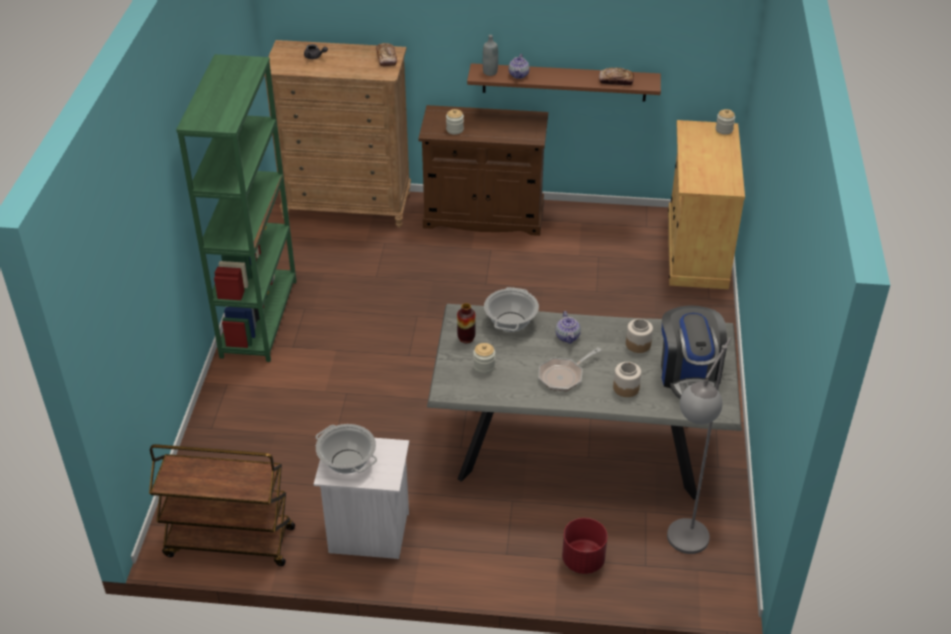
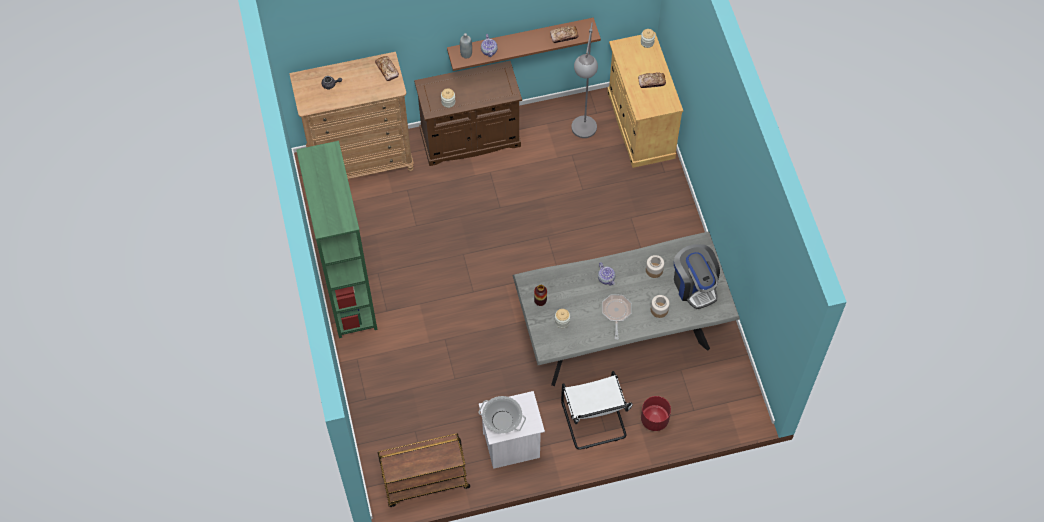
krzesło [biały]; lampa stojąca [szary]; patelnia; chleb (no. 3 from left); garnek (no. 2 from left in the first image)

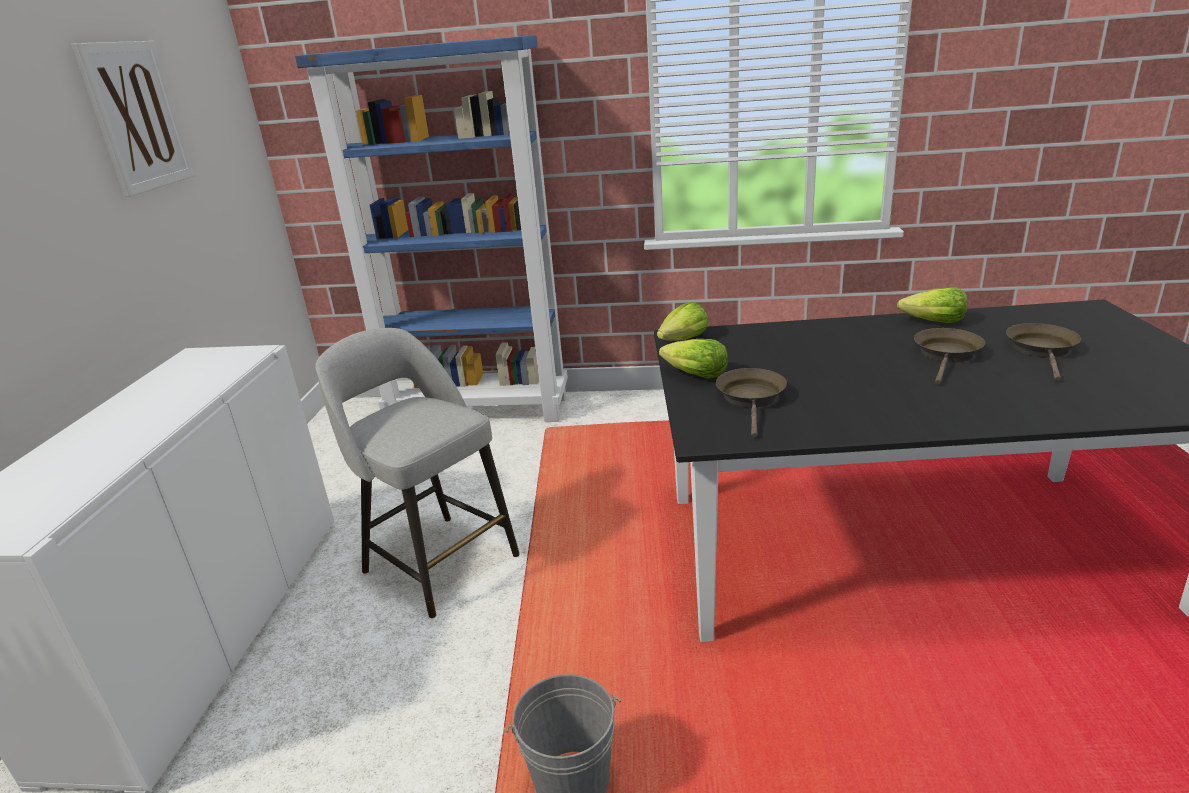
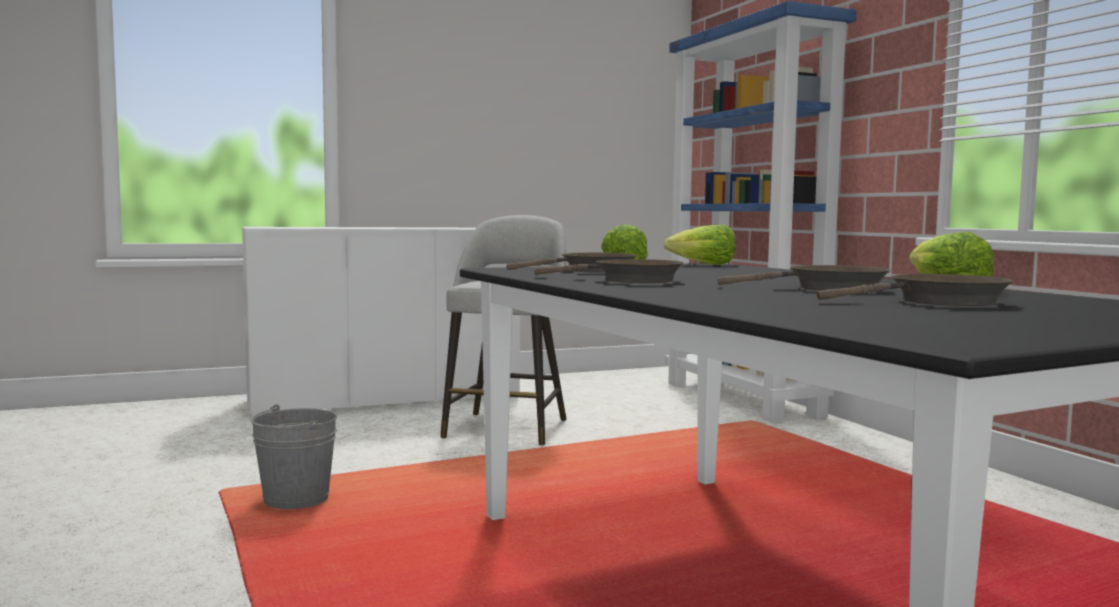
patelnia [brązowy] (no. 2 from left); obraz

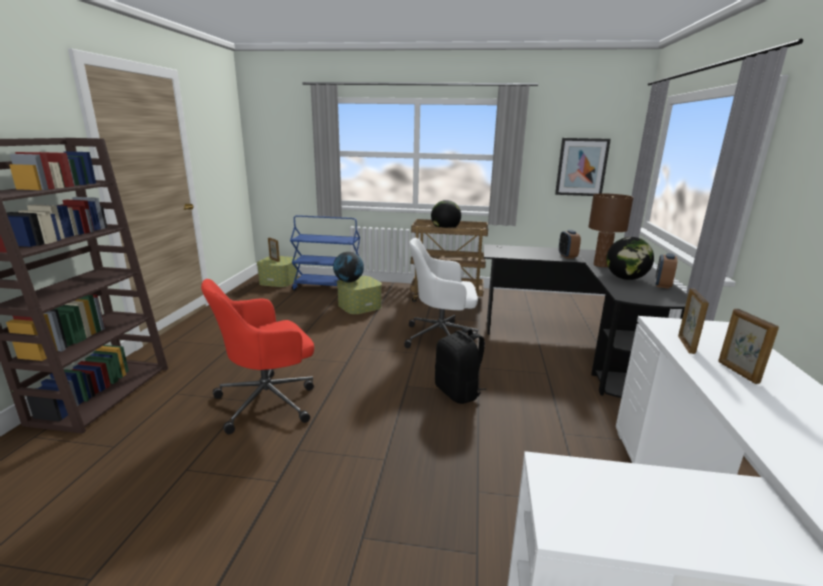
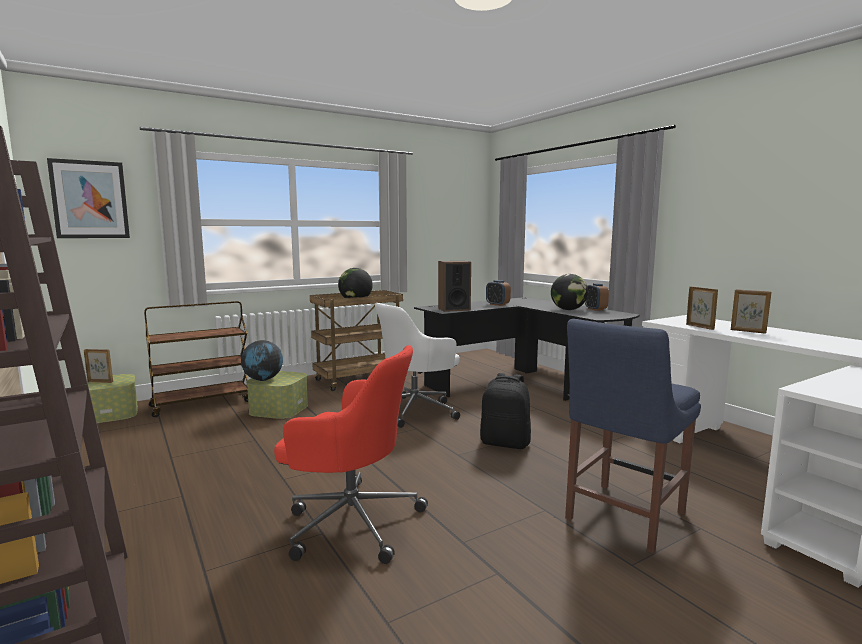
obraz; wózek [brązowy] (no. 1 from left); krzesło biurowe [czerwony]; głośnik; krzesło [niebieski]; lampa stołowa [brązowy]

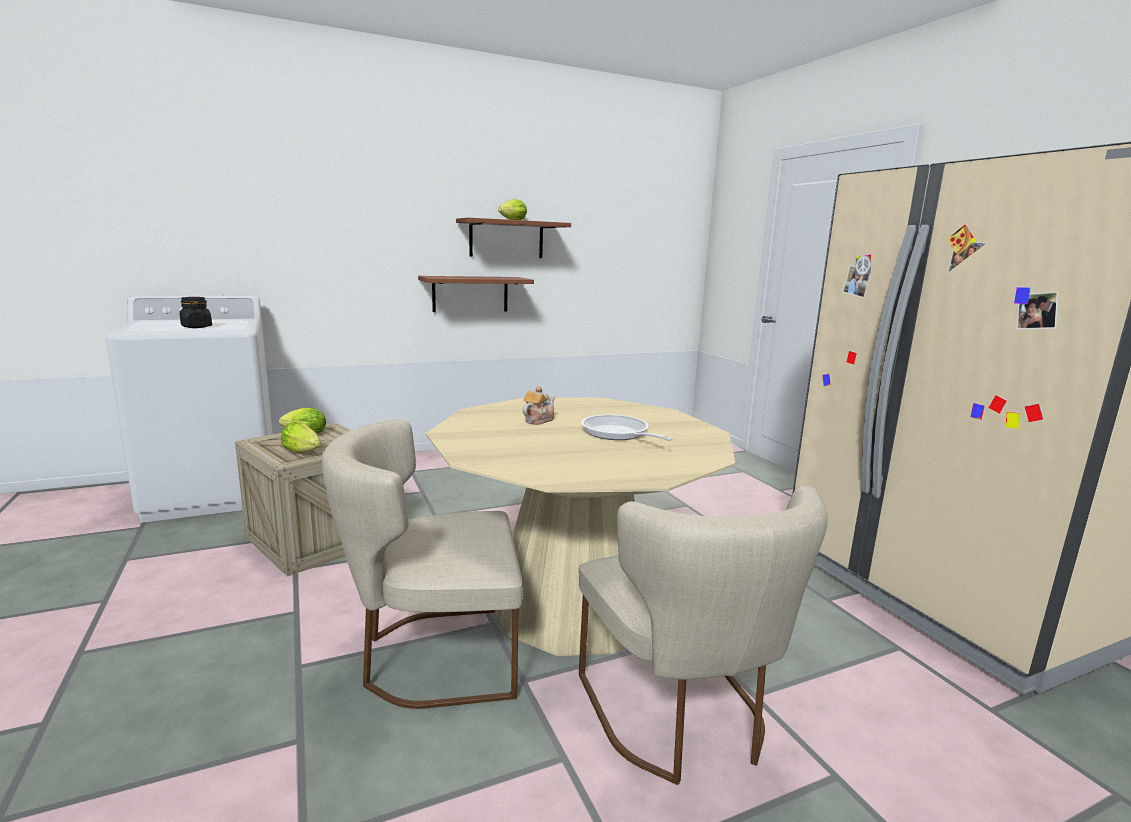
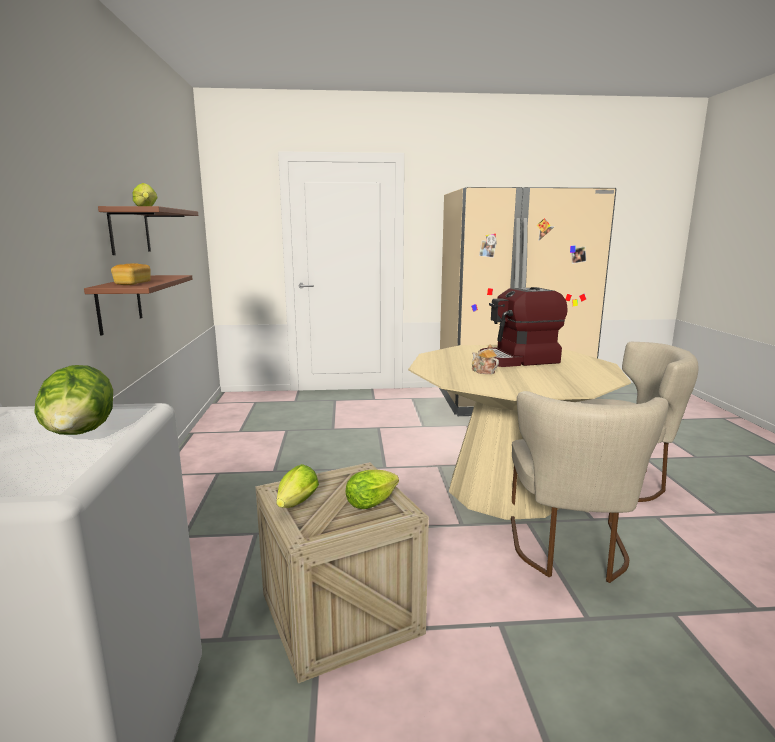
sałata (no. 1 from left); chleb; ekspres do kawy

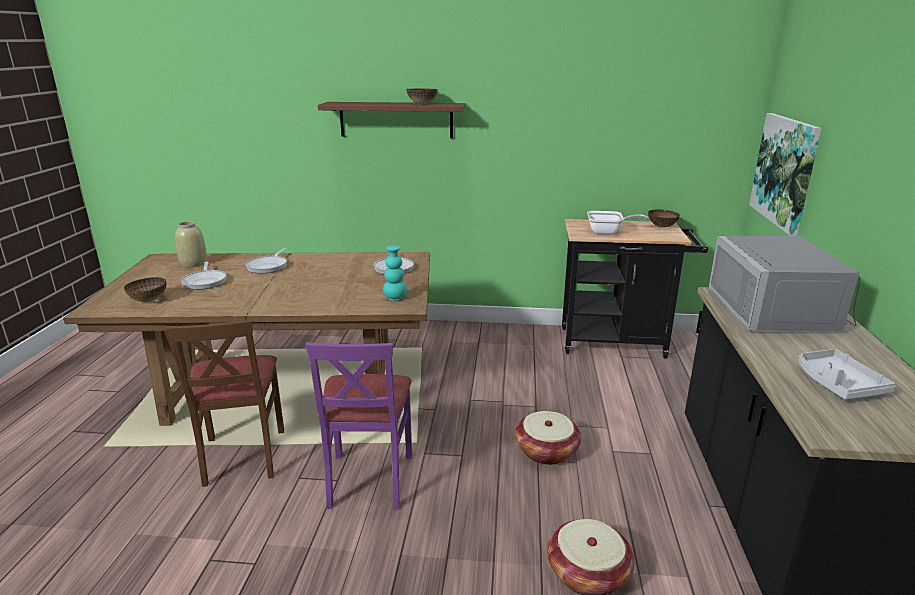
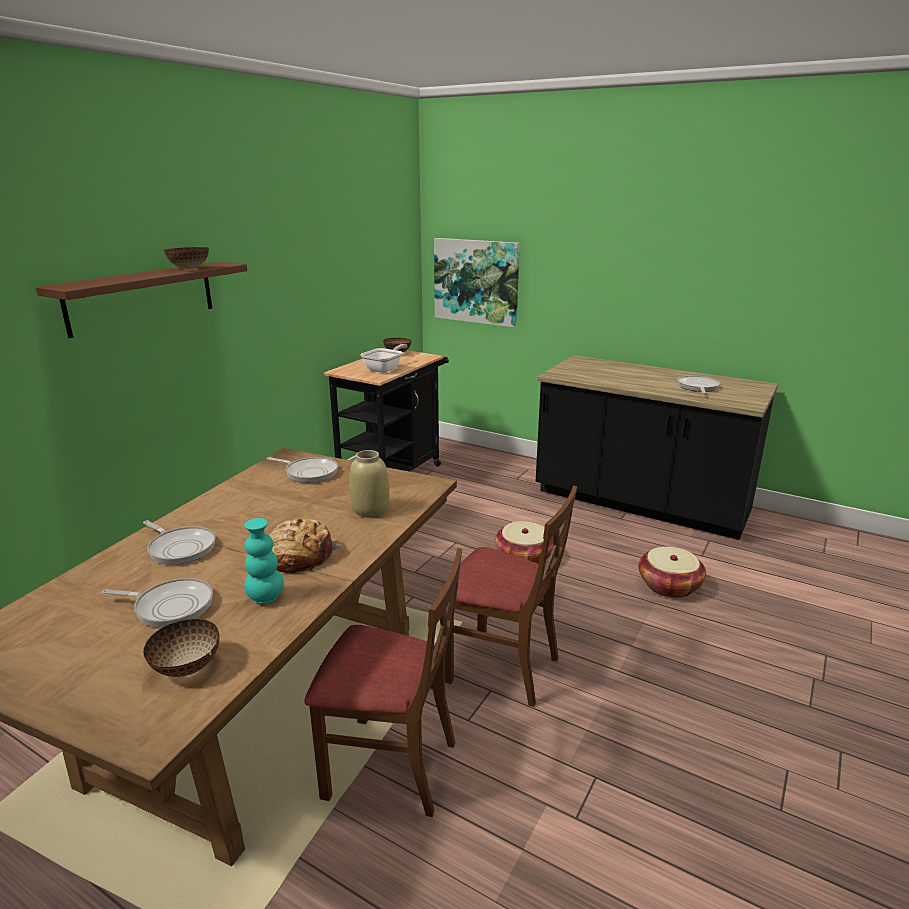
wazon [turkusowy]; chleb; wazon [beżowy]; krzesło [brązowy] (no. 2 from left); patelnia (no. 5 from left); mikrofalówka [szary]

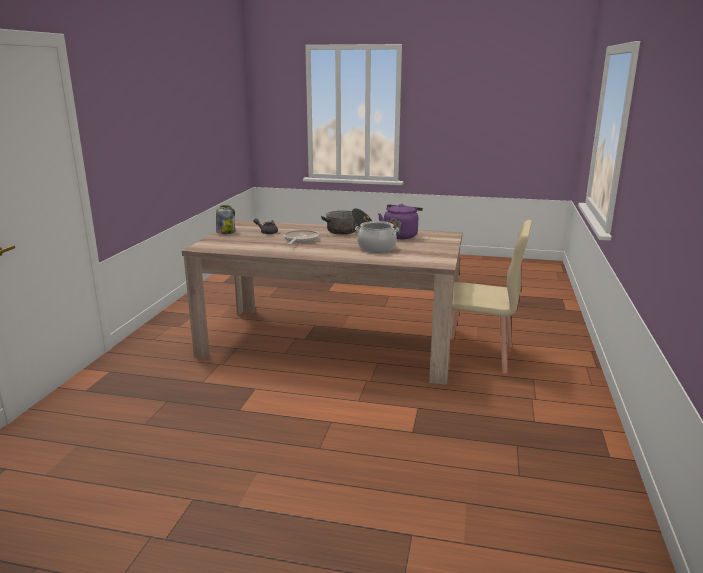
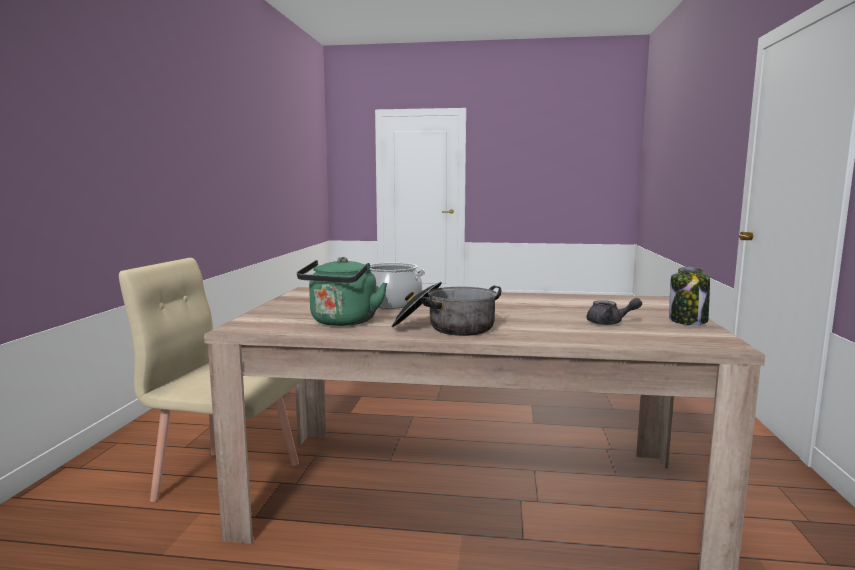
czajnik [zielony]; patelnia

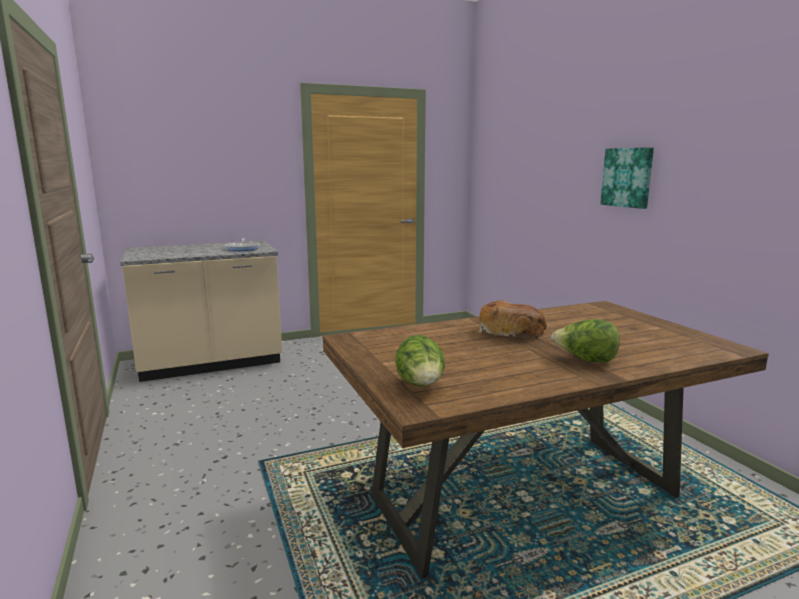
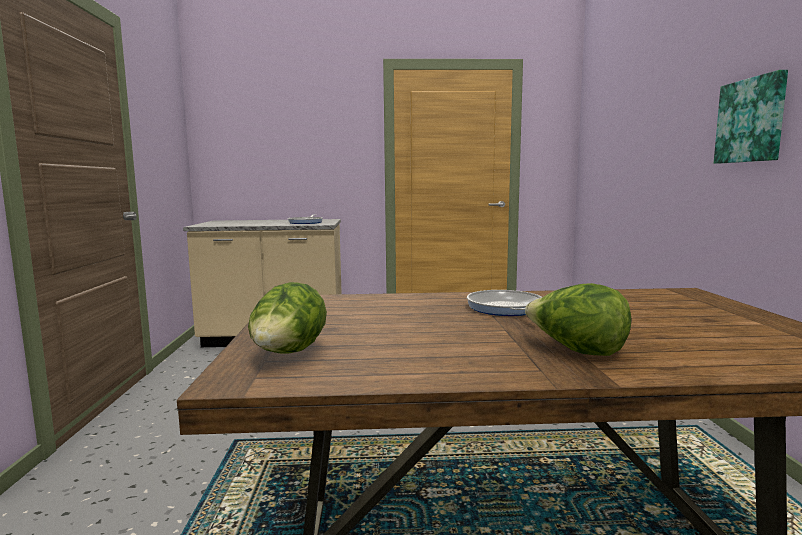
patelnia (no. 2 from left)

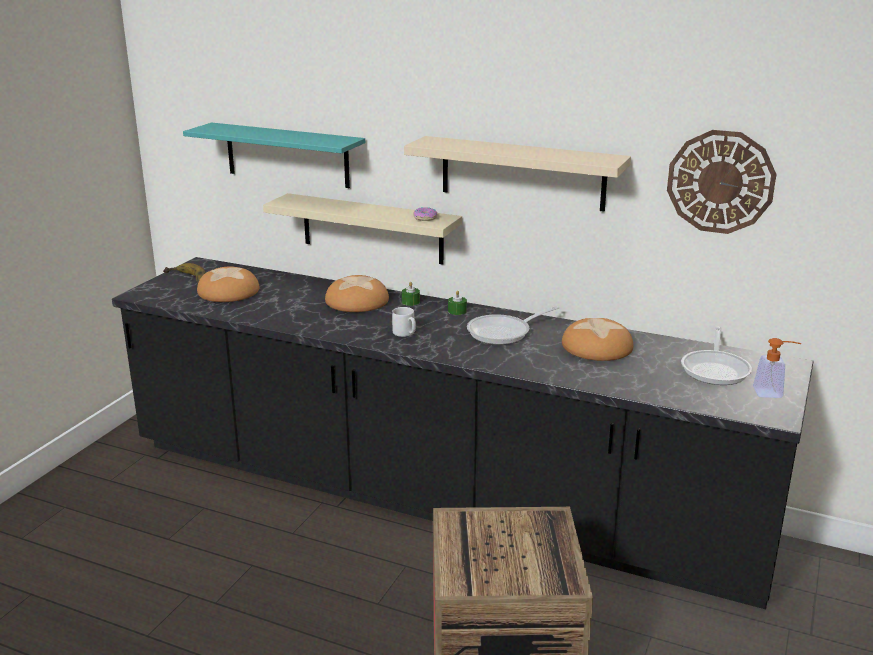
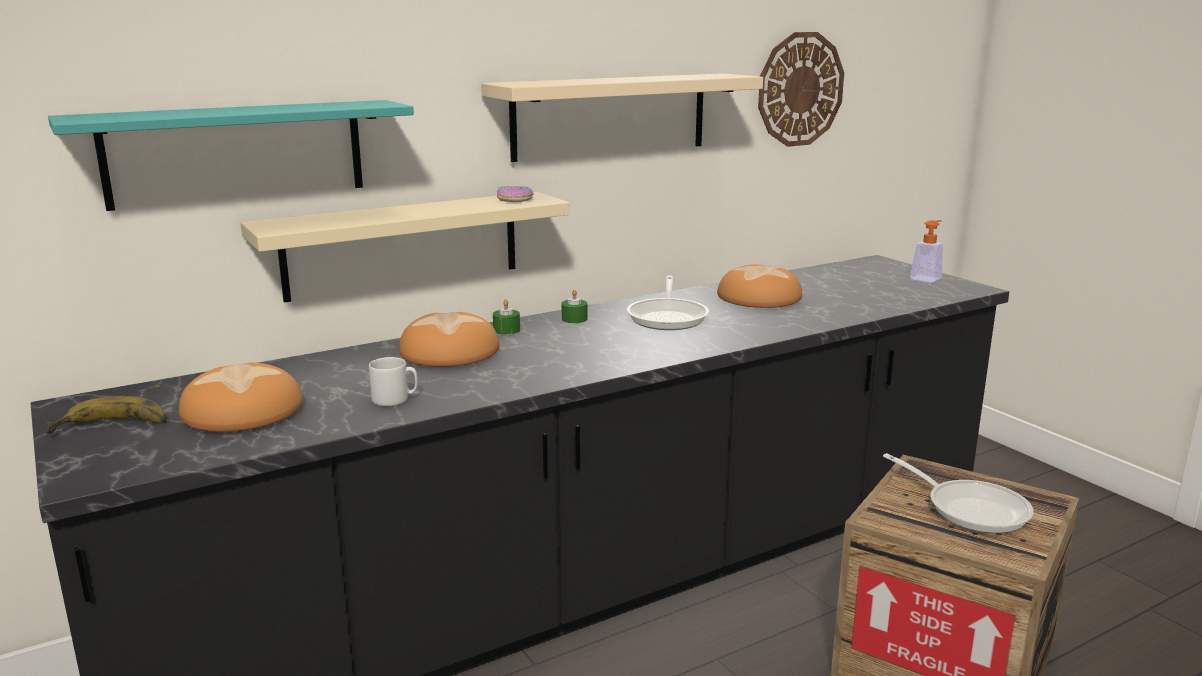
kubek [szary]; patelnia (no. 2 from left)

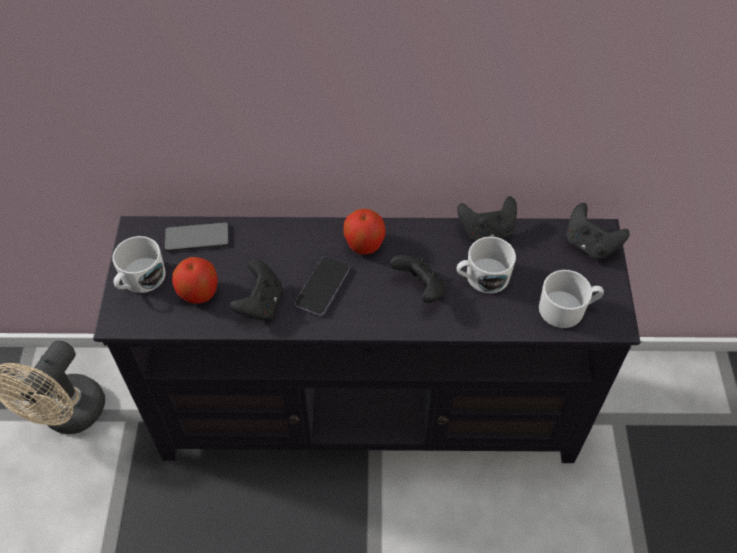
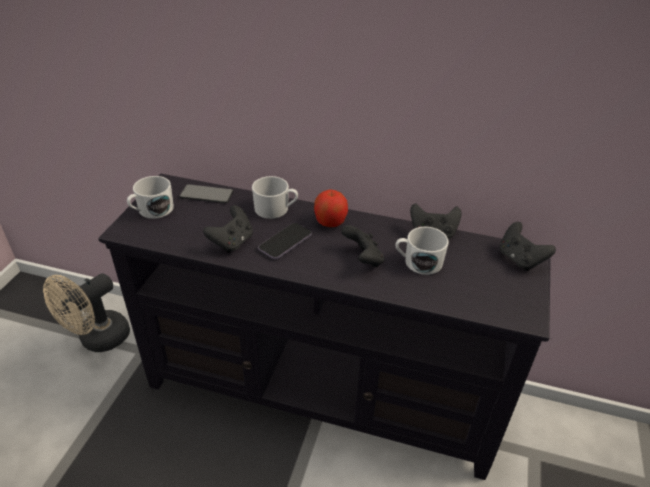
kubek [biały] (no. 2 from left); jabłko (no. 1 from left in the first image)

